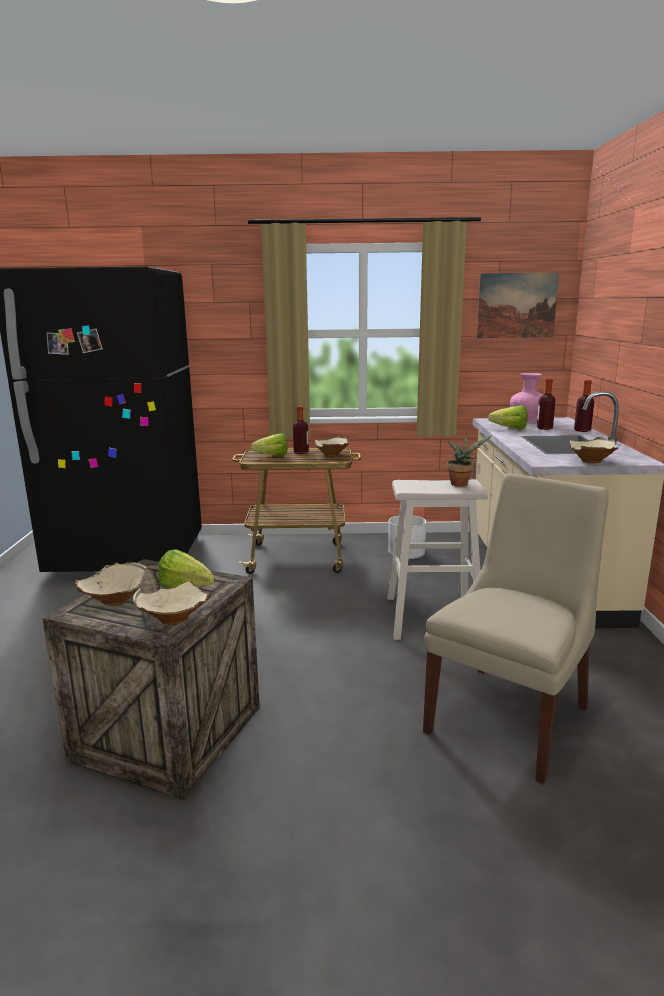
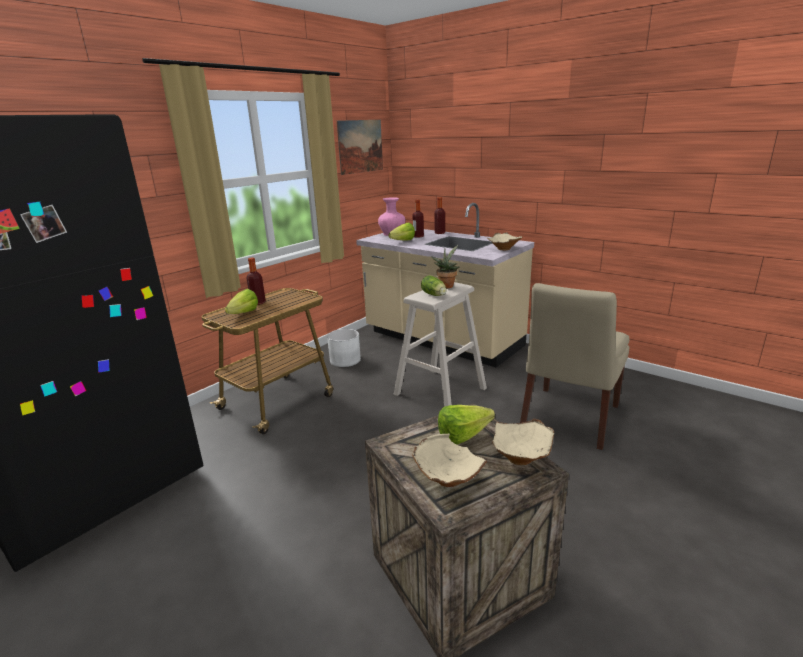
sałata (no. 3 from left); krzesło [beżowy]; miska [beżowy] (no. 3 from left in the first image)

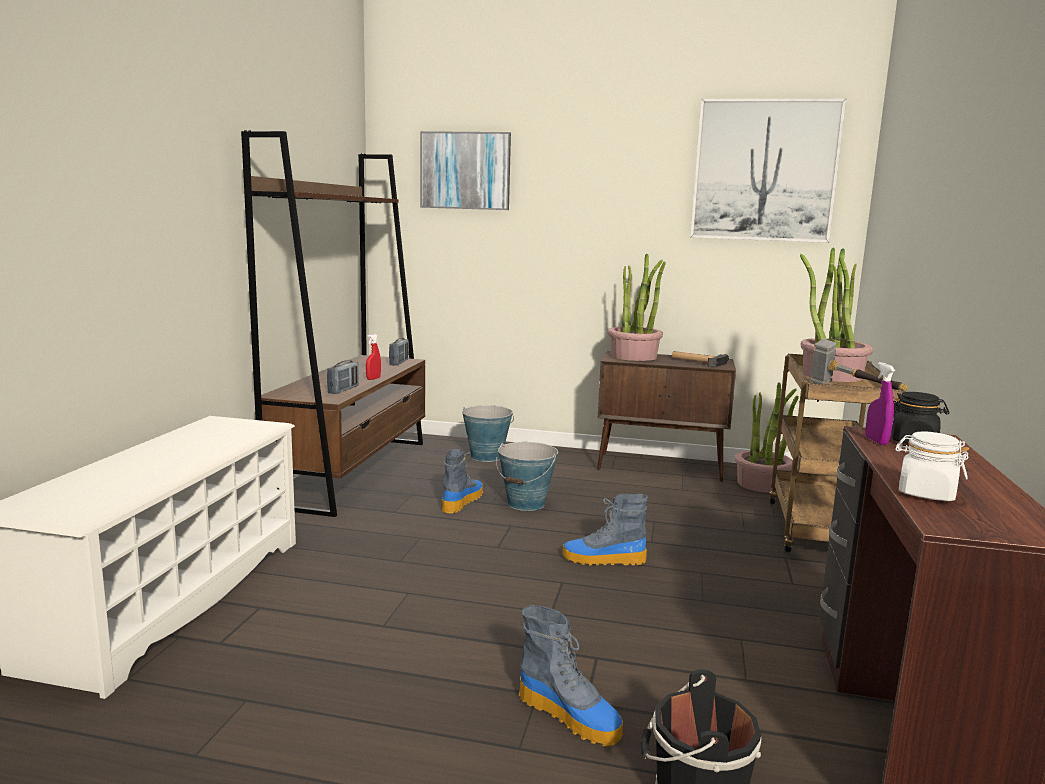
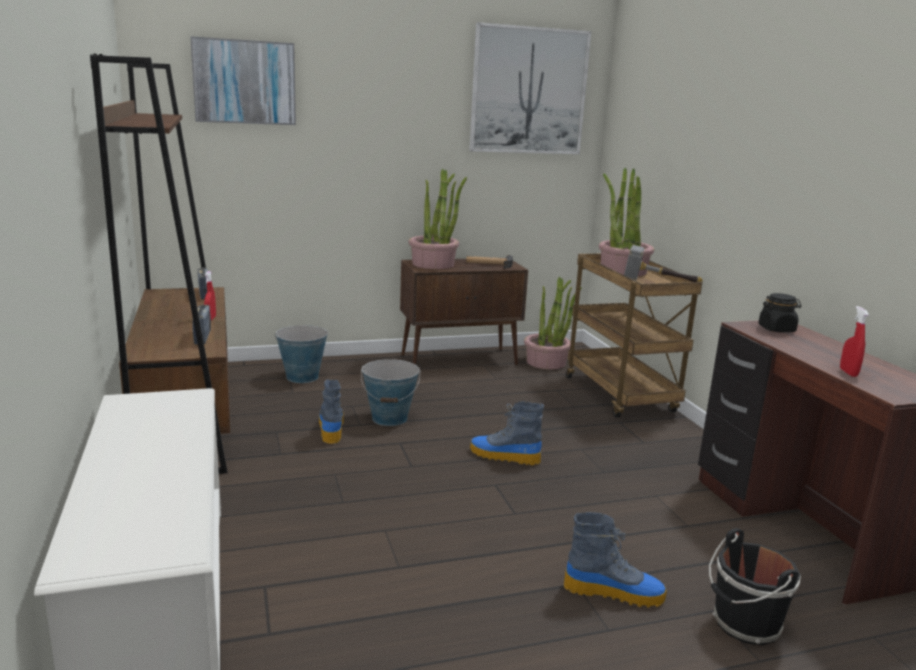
but z cholewką (no. 2 from left); spryskiwacz [czerwony] (no. 2 from left); spryskiwacz [fioletowy]

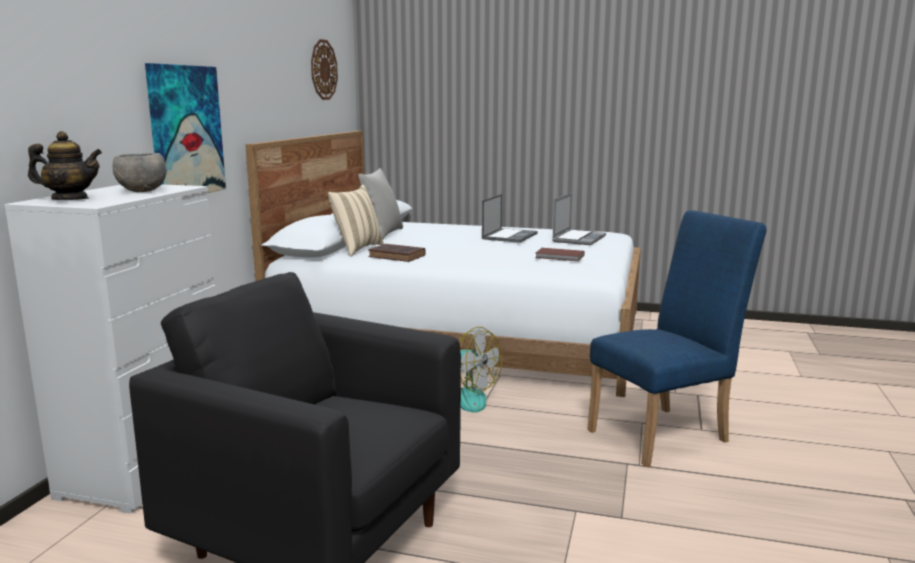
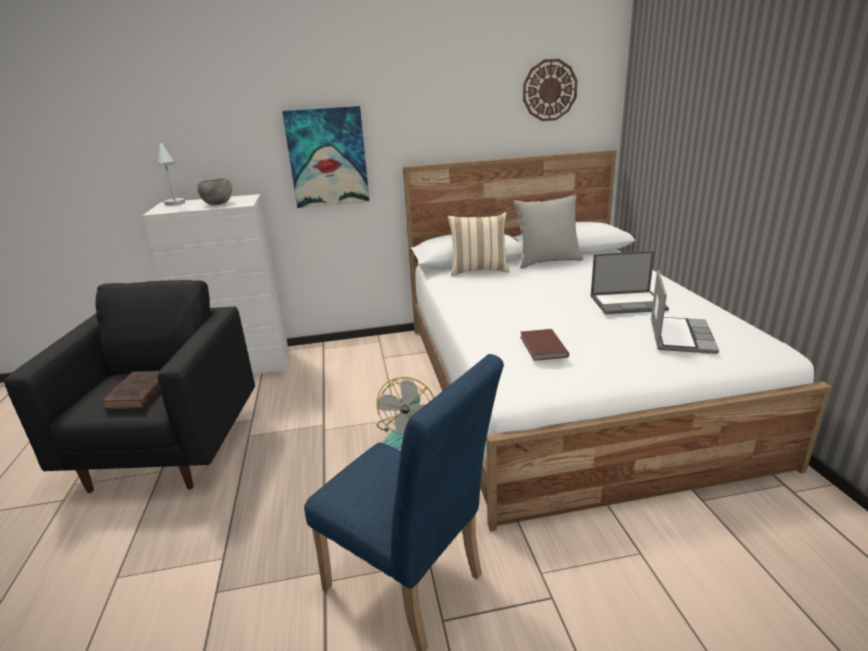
książka [brązowy] (no. 1 from left); lampa stołowa [biały]; laptop (no. 2 from left)

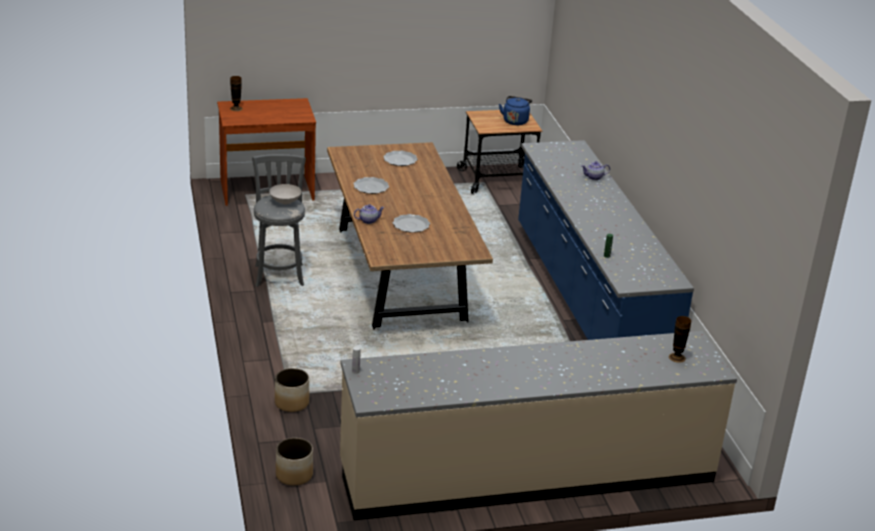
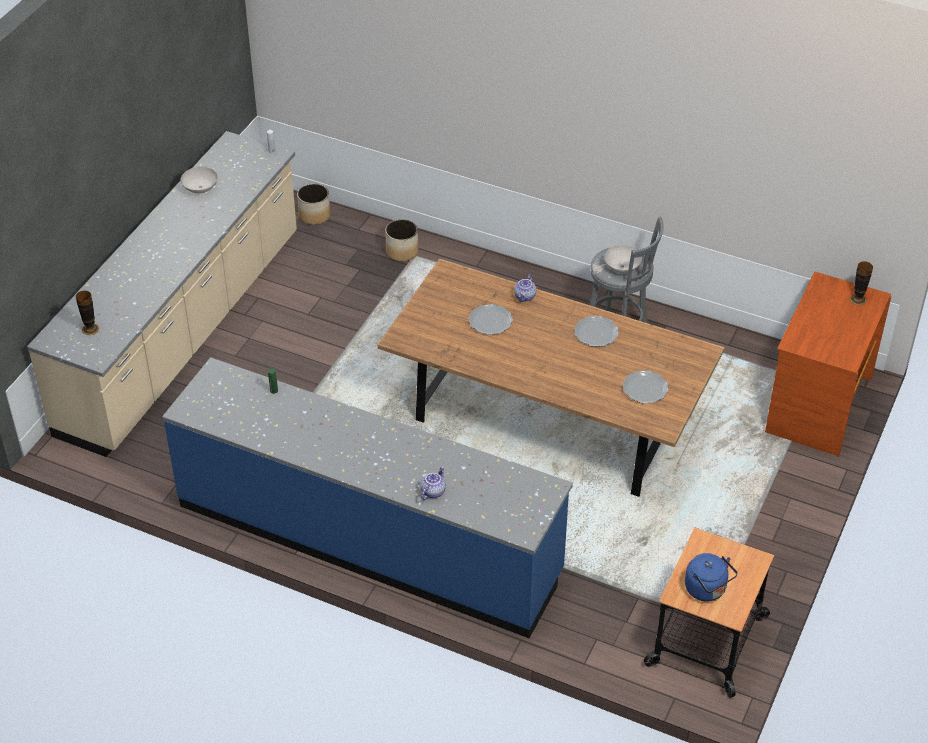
miska [biały] (no. 1 from left)

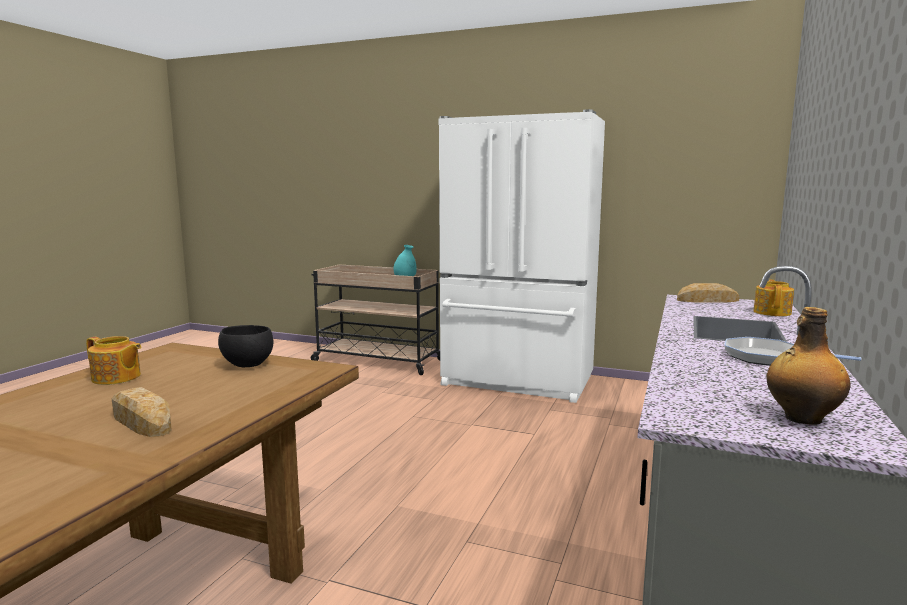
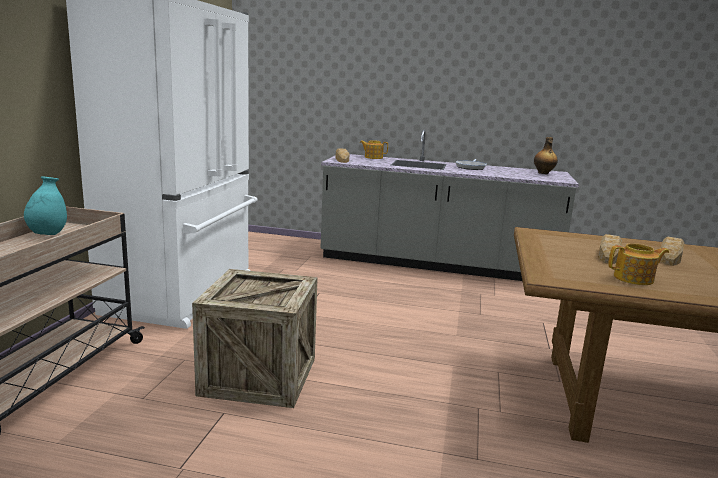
skrzynka; chleb (no. 2 from left); imbryk (no. 2 from left); miska [czarny]

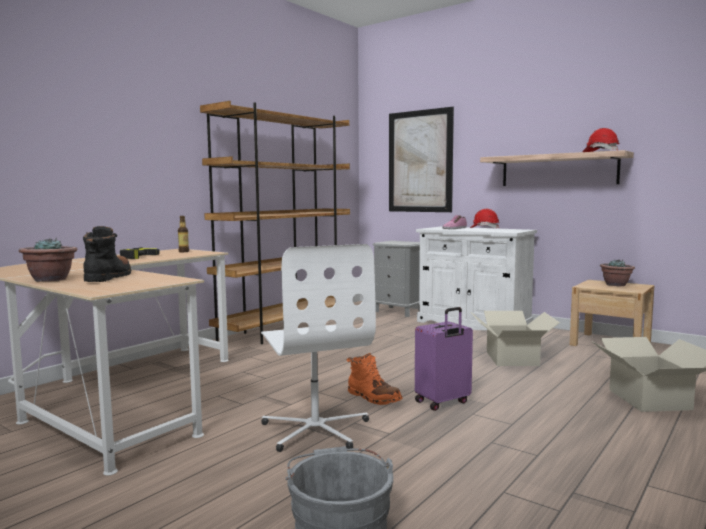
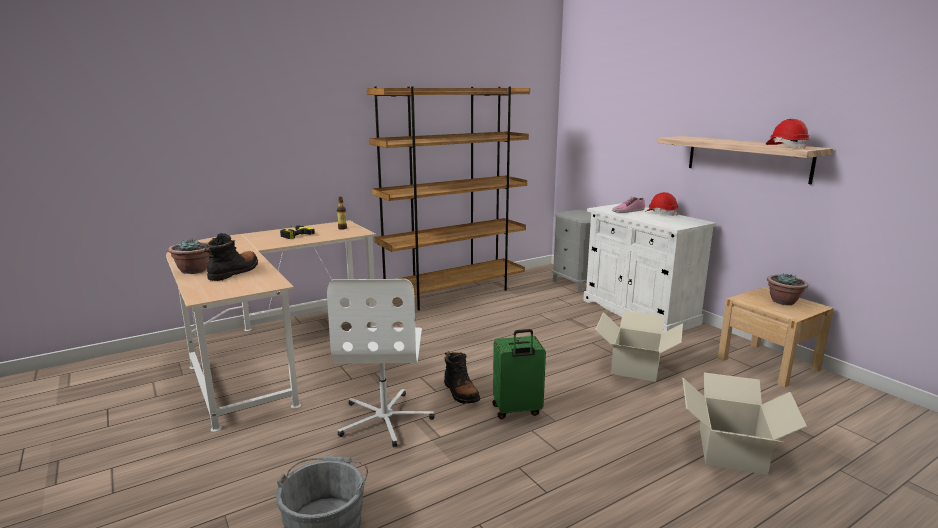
but z cholewką [czarny] (no. 2 from left); walizka [zielony]; obraz

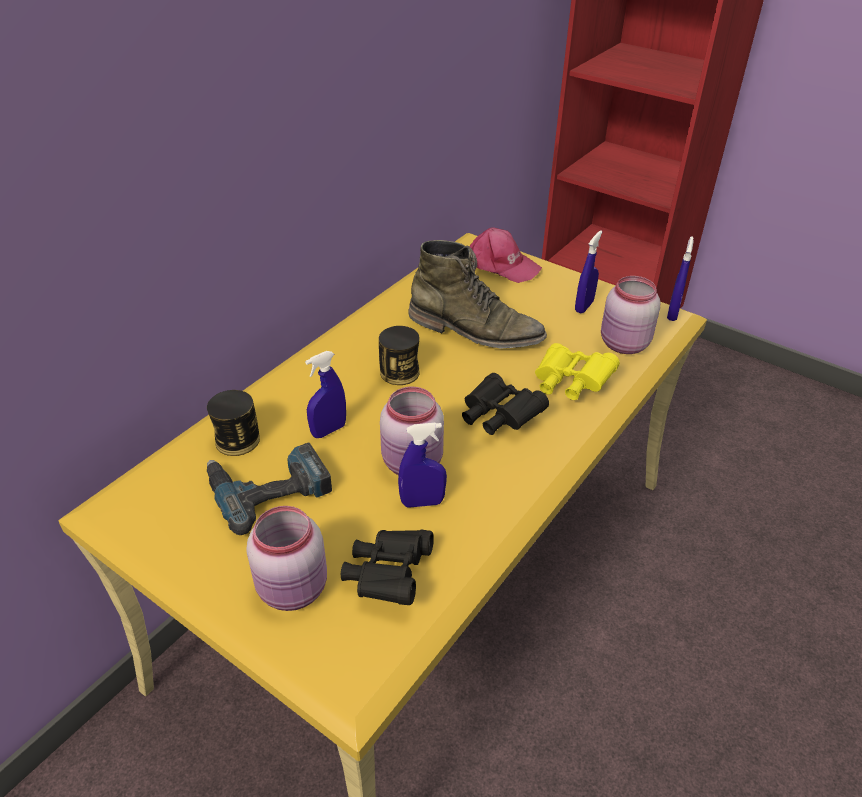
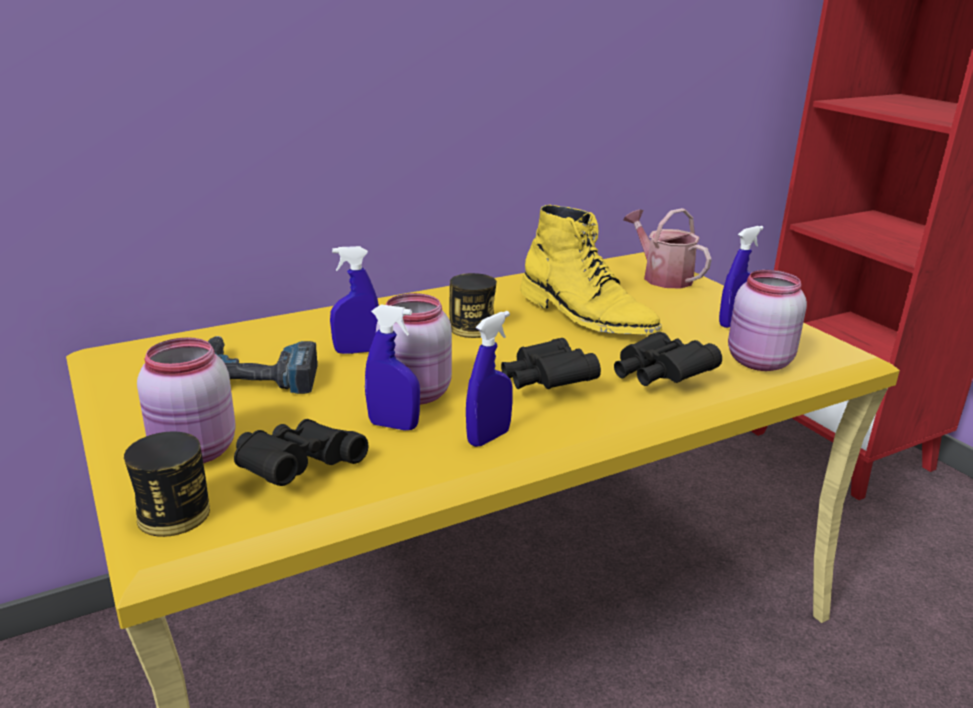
puszka (no. 1 from left); spryskiwacz [niebieski] (no. 3 from left); but z cholewką [żółty]; lornetka [czarny] (no. 3 from left); konewka

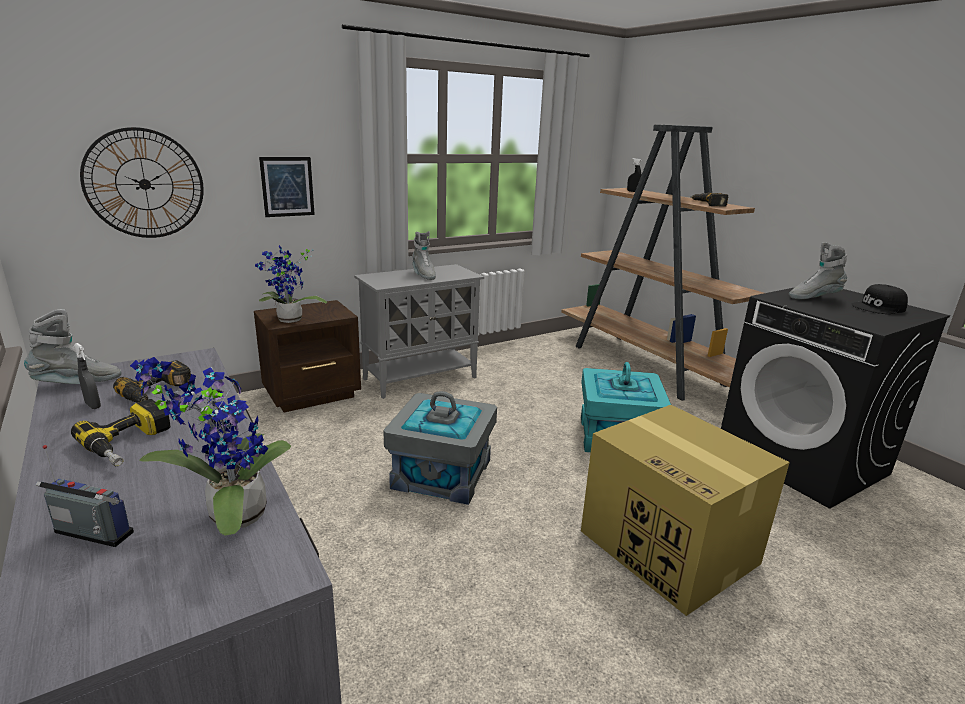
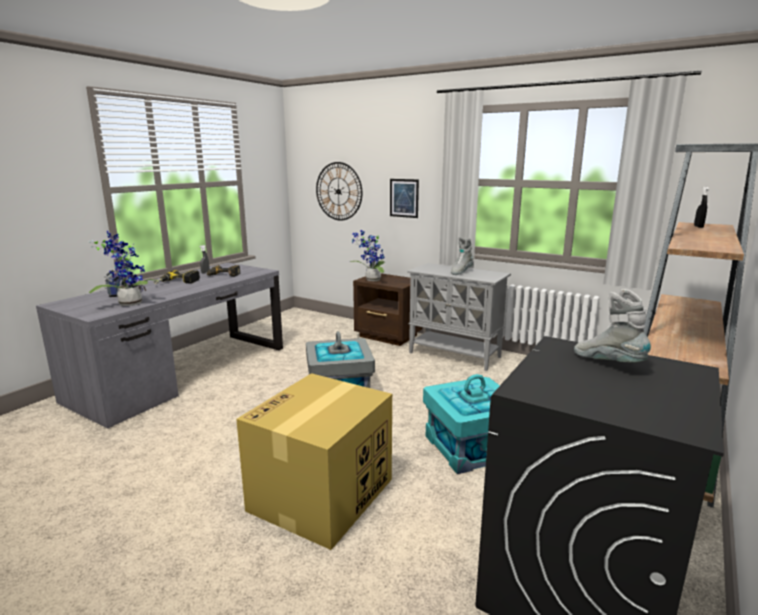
but z cholewką [szary] (no. 1 from left in the first image); wiertarka (no. 3 from left in the first image); czapka z daszkiem [czarny]

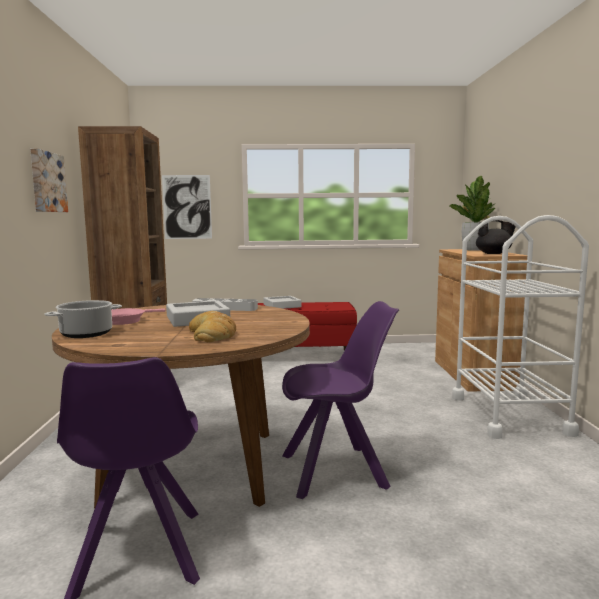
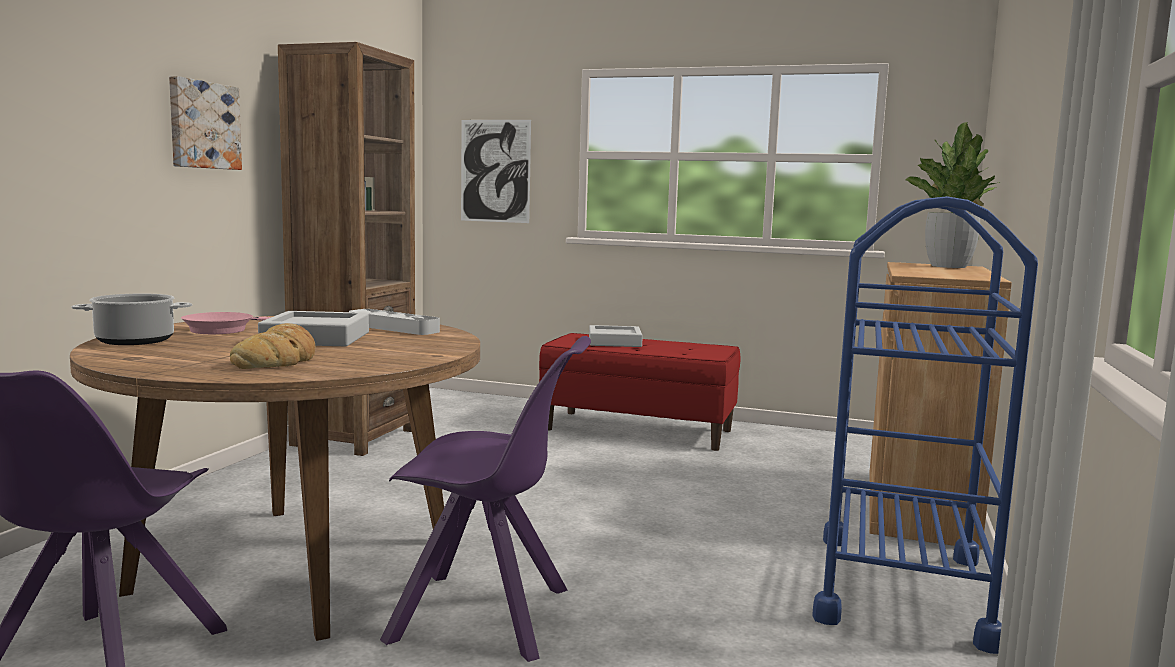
wózek [niebieski]; imbryk [czarny]

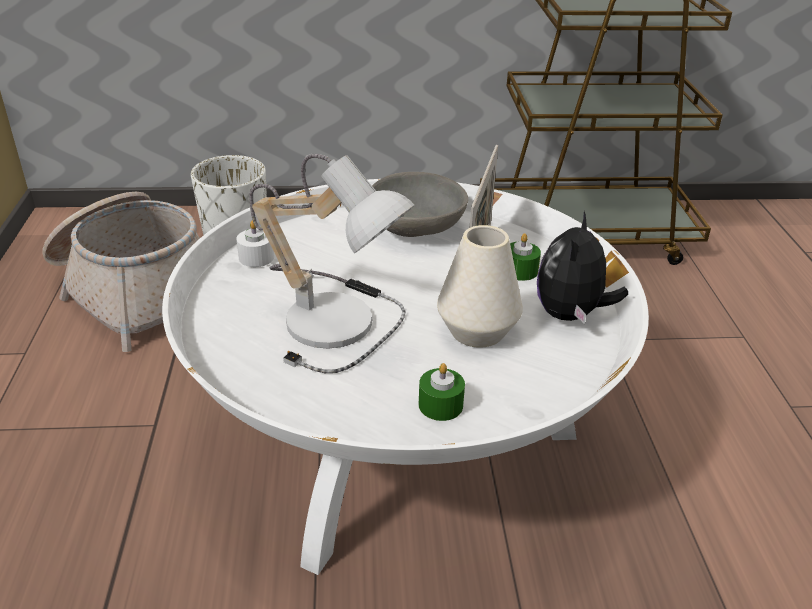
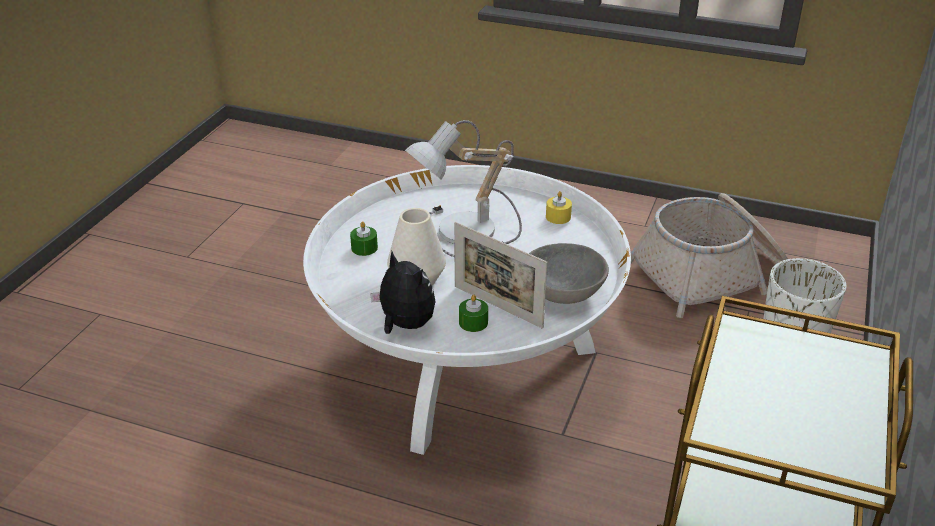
świeca [żółty]

